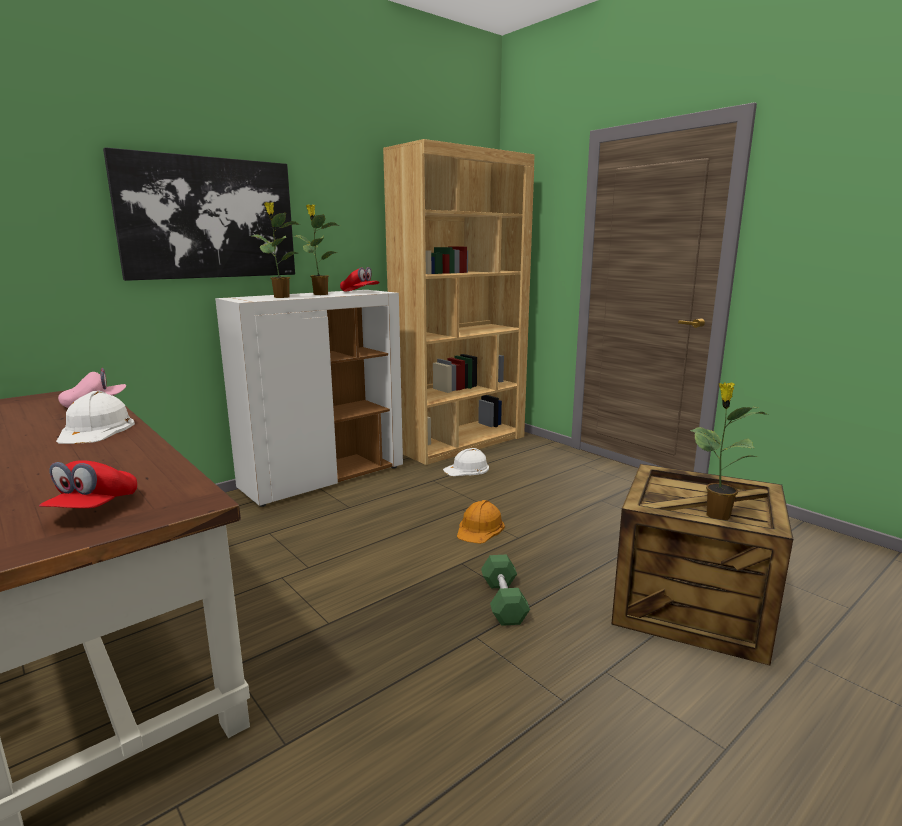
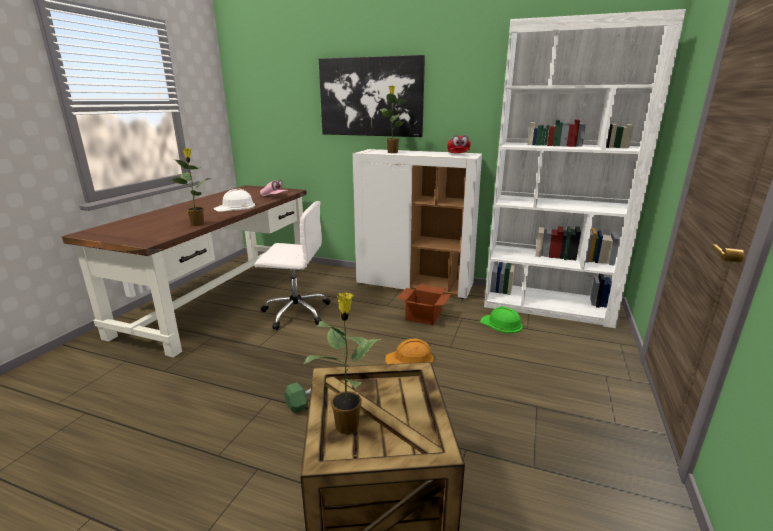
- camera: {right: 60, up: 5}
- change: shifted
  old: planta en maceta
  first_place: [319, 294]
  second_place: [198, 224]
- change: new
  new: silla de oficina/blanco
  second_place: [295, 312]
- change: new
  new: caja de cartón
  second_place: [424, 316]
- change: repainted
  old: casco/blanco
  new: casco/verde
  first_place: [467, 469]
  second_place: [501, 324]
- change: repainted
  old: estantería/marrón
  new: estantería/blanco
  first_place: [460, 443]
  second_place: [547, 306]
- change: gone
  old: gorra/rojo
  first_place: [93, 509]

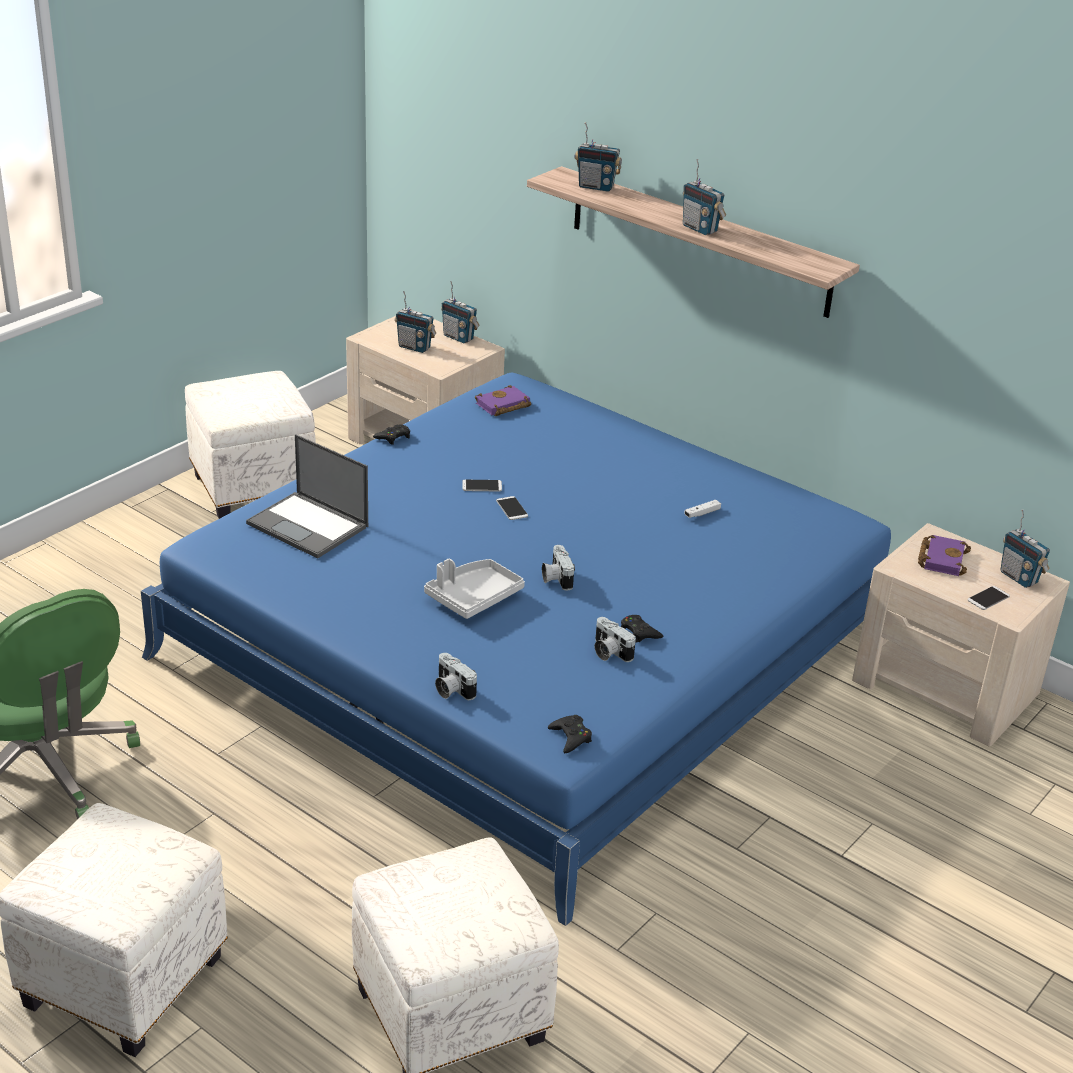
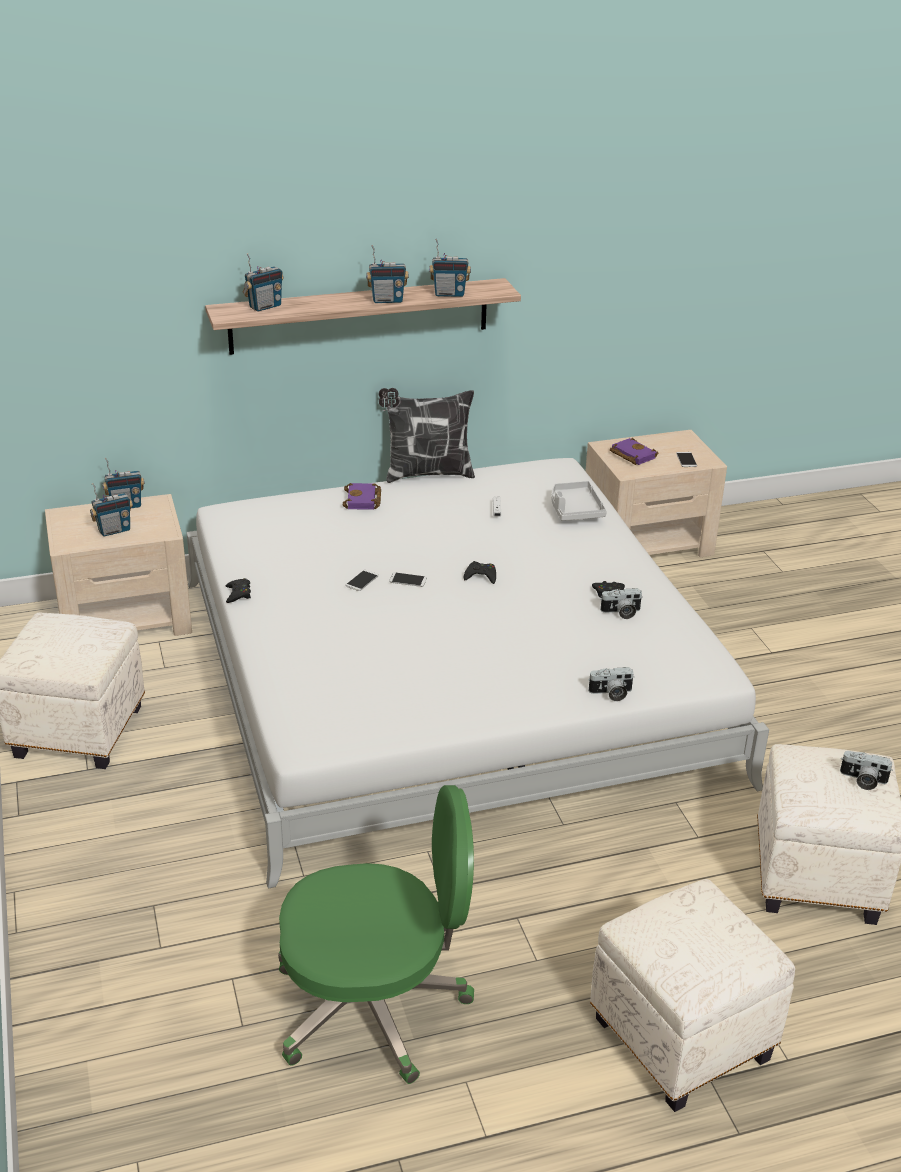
- camera: {right: -55, up: 0}
- change: repainted
  old: cama/azul
  new: cama/blanco
  first_place: [529, 642]
  second_place: [447, 678]
- change: shifted
  old: libro/morado
  first_place: [502, 406]
  second_place: [363, 500]
- change: new
  new: cojín
  second_place: [427, 474]
- change: shifted
  old: radio
  first_place: [1019, 577]
  second_place: [449, 294]
- change: shifted
  old: mando de consola/negro
  first_place: [570, 737]
  second_place: [481, 576]
- change: shifted
  old: bandeja/gris
  first_place: [473, 597]
  second_place: [574, 509]
- change: shifted
  old: cámara
  first_place: [556, 578]
  second_place: [863, 780]
- change: gone
  old: portátil
  first_place: [309, 525]

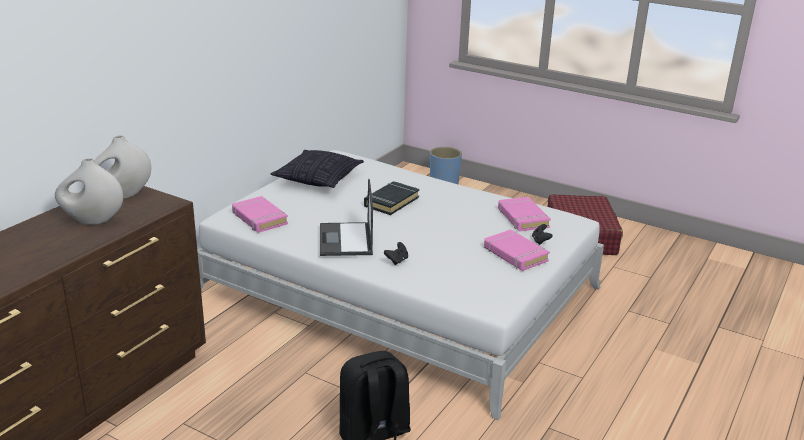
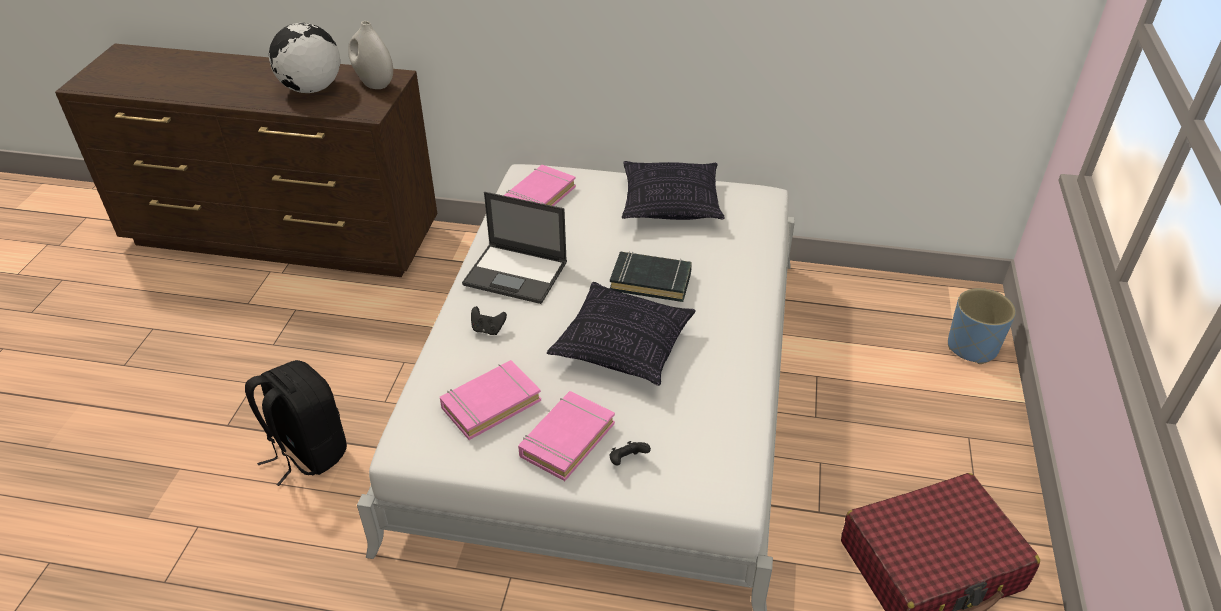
- camera: {right: 70, up: 15}
- change: swapped
  old: florero/blanco
  new: globo terráqueo
  first_place: [92, 220]
  second_place: [311, 89]
- change: shifted
  old: libro/rosa
  first_place: [522, 218]
  second_place: [490, 403]
- change: rotated
  old: portátil
  first_place: [346, 240]
  second_place: [517, 273]
  degrees: -135
- change: new
  new: cojín
  second_place: [623, 346]

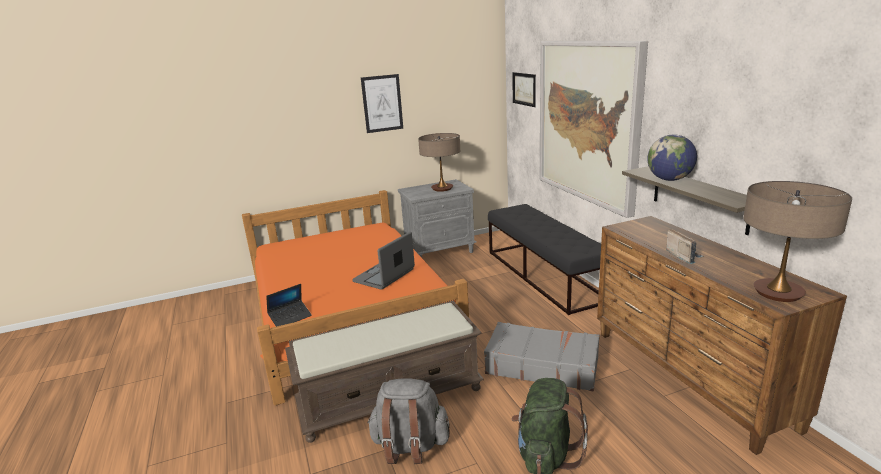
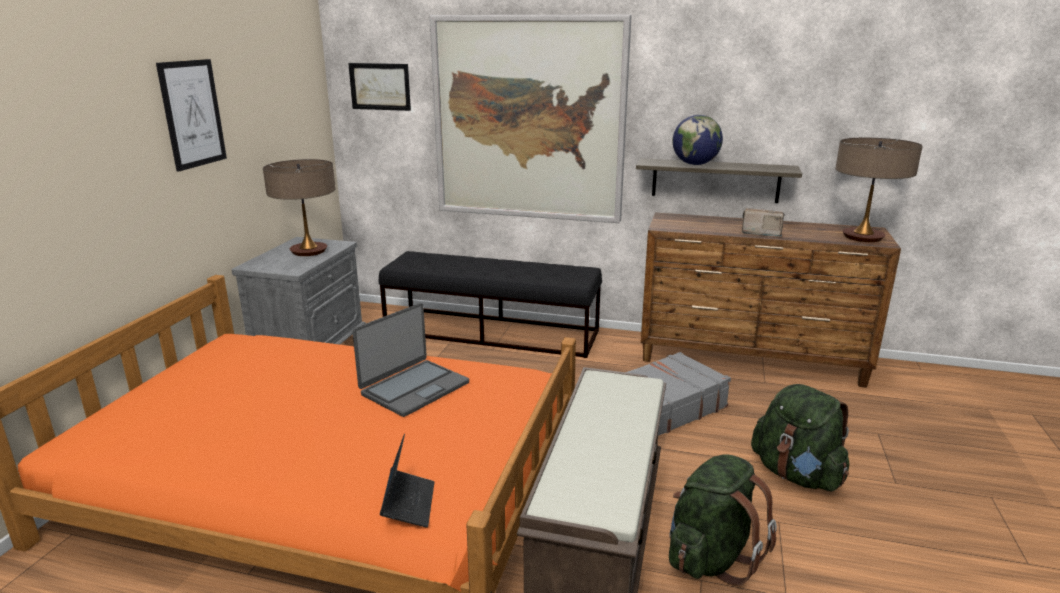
- camera: {right: -55, up: 0}
- change: rotated
  old: portátil
  first_place: [384, 276]
  second_place: [414, 388]
  degrees: -120
- change: repainted
  old: mochila/gris
  new: mochila/verde
  first_place: [410, 446]
  second_place: [711, 557]

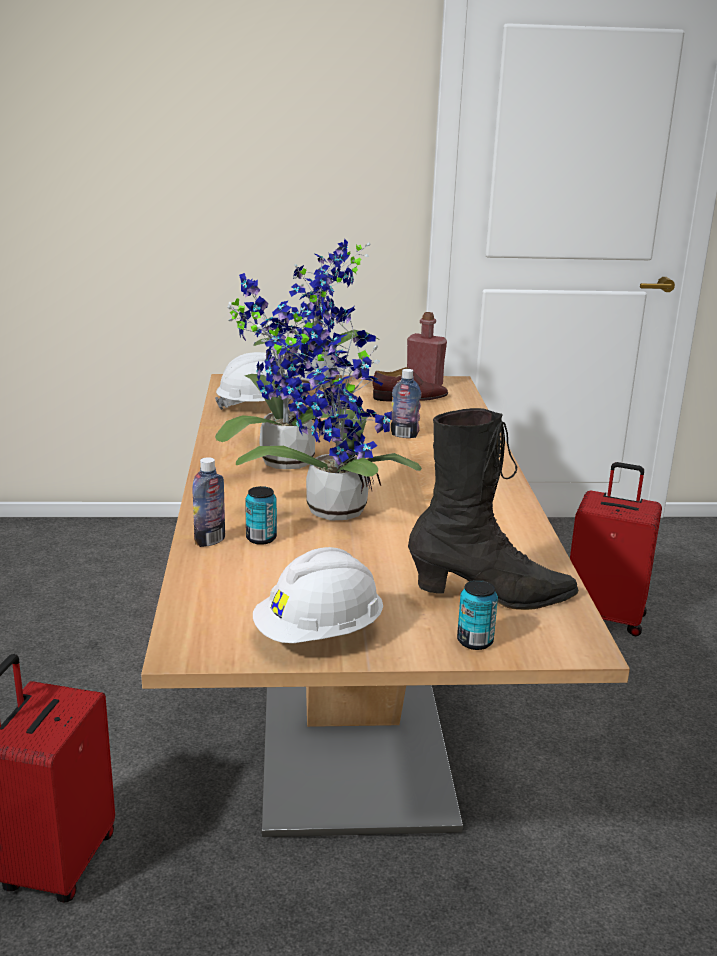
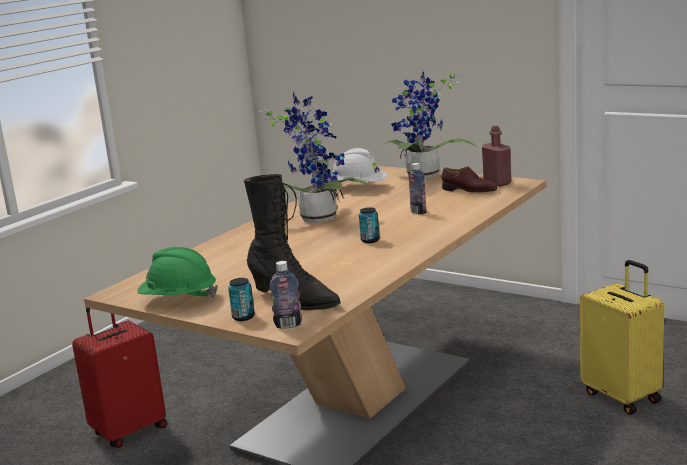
- camera: {right: 40, up: -5}
- change: repainted
  old: casco/blanco
  new: casco/verde
  first_place: [319, 635]
  second_place: [178, 299]
- change: shifted
  old: botella
  first_place: [210, 540]
  second_place: [288, 325]
- change: shifted
  old: lata
  first_place: [261, 538]
  second_place: [370, 240]
- change: repainted
  old: maleta/rojo
  new: maleta/amarillo
  first_place: [605, 616]
  second_place: [623, 396]
- change: gone
  old: planta en maceta
  first_place: [335, 506]

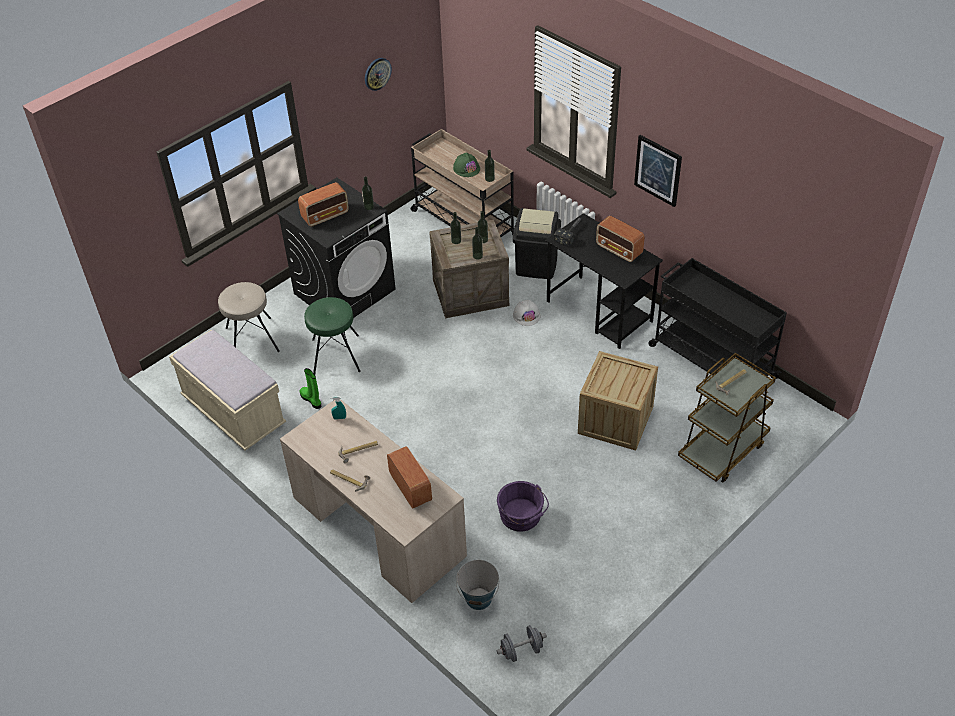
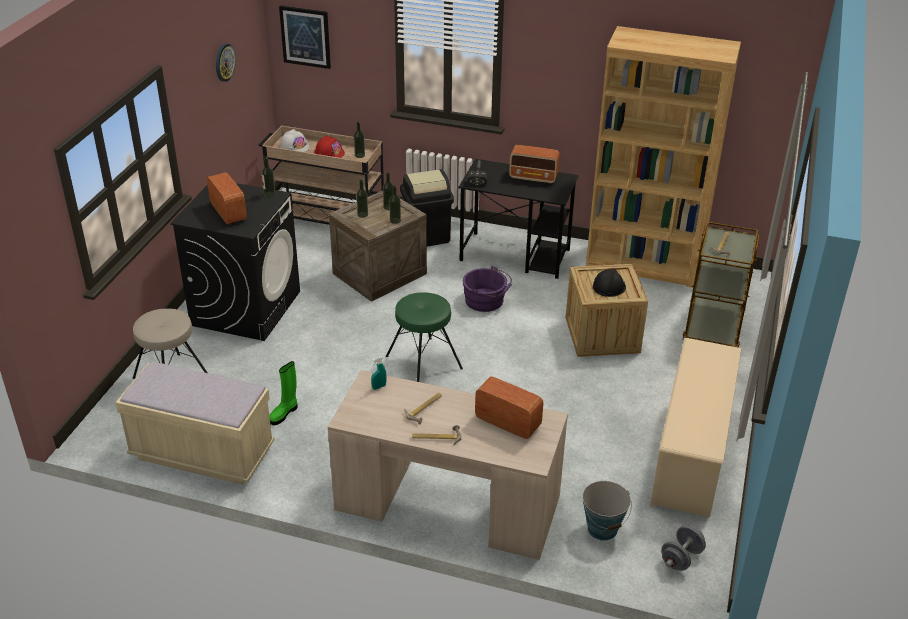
- camera: {right: -30, up: -10}
- change: rotated
  old: radio
  first_place: [325, 215]
  second_place: [228, 212]
  degrees: -60
- change: rotated
  old: bota/verde
  first_place: [311, 400]
  second_place: [284, 413]
  degrees: -75
- change: shifted
  old: cuadro
  first_place: [658, 170]
  second_place: [305, 36]
- change: shifted
  old: casco/blanco
  first_place: [526, 315]
  second_place: [294, 146]
- change: repainted
  old: casco/verde
  new: casco/rojo
  first_place: [466, 168]
  second_place: [329, 152]
- change: shifted
  old: taburete/verde
  first_place: [335, 355]
  second_place: [423, 362]
- change: shifted
  old: cubo/morado
  first_place: [522, 516]
  second_place: [486, 301]
- change: swapped
  old: carrito/negro
  new: estantería/marrón
  first_place: [710, 361]
  second_place: [644, 265]
- change: new
  new: casco/negro
  second_place: [609, 287]
- change: new
  new: zapatero/beis
  second_place: [691, 454]

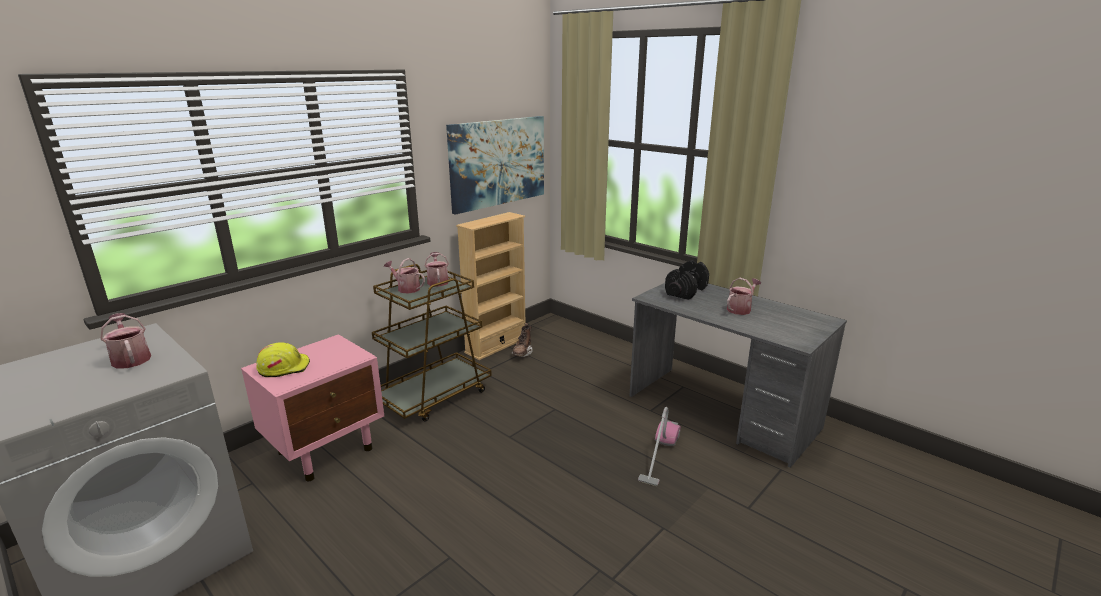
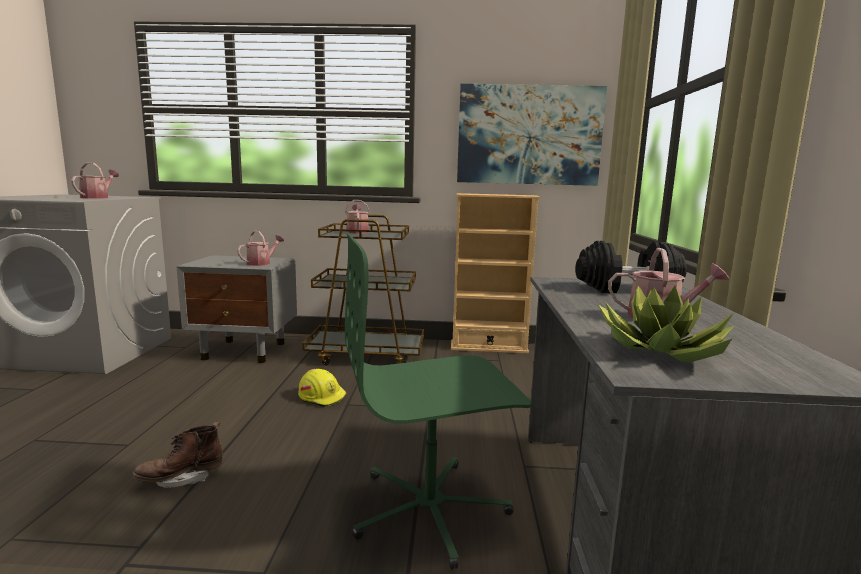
- camera: {right: 50, up: -10}
- change: shifted
  old: bota/marrón
  first_place: [522, 353]
  second_place: [181, 478]
- change: repainted
  old: mesita de noche/rosa
  new: mesita de noche/gris
  first_place: [327, 450]
  second_place: [246, 351]
- change: shifted
  old: regadera
  first_place: [437, 281]
  second_place: [261, 263]
- change: shifted
  old: casco/amarillo
  first_place: [284, 367]
  second_place: [322, 397]
- change: swapped
  old: aspiradora
  new: silla de oficina/verde
  first_place: [659, 456]
  second_place: [430, 509]
- change: new
  new: planta en maceta
  second_place: [661, 351]

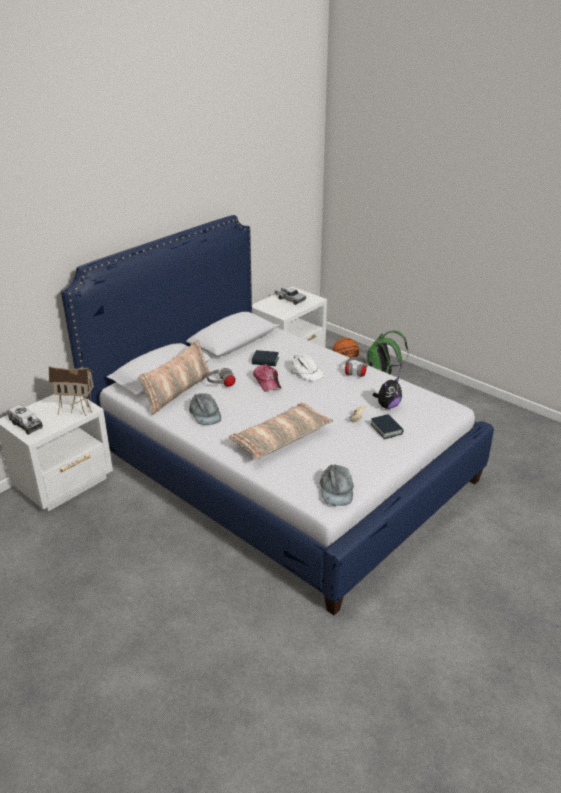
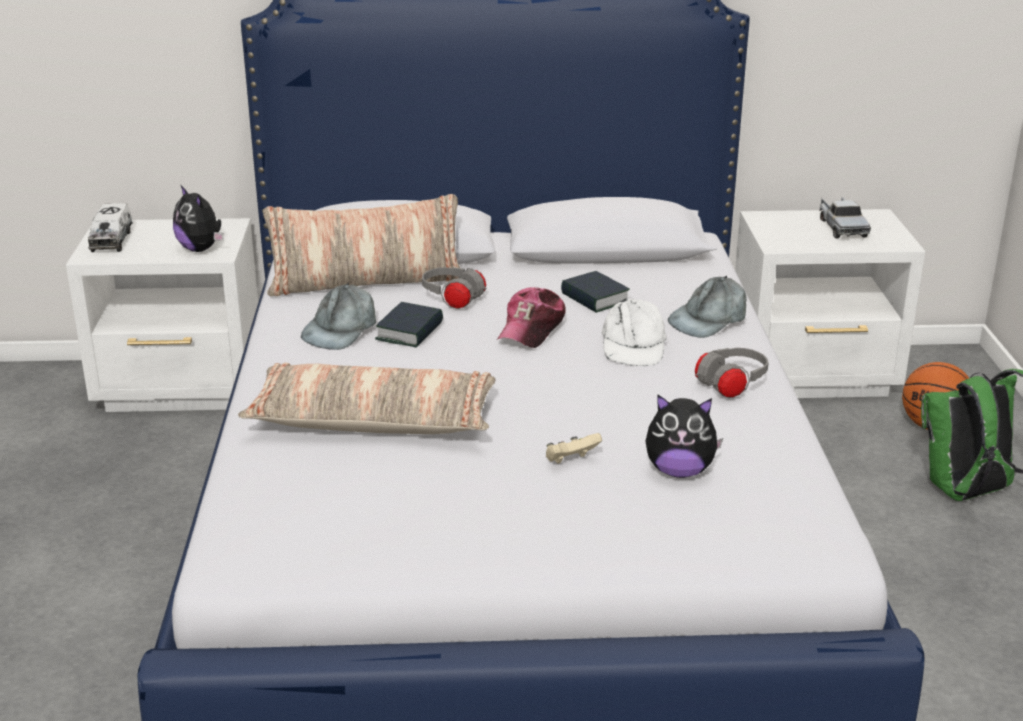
- camera: {right: 45, up: -5}
- change: swapped
  old: casita
  new: peluche
  first_place: [77, 410]
  second_place: [201, 249]
- change: shifted
  old: libro
  first_place: [386, 429]
  second_place: [410, 331]
- change: shifted
  old: gorra/gris
  first_place: [336, 490]
  second_place: [709, 319]

